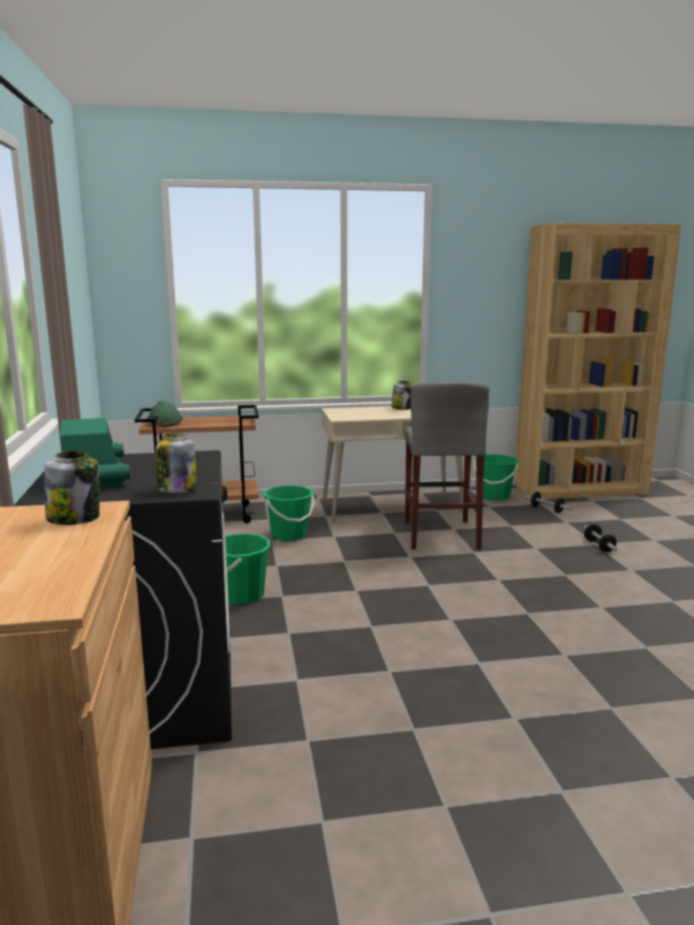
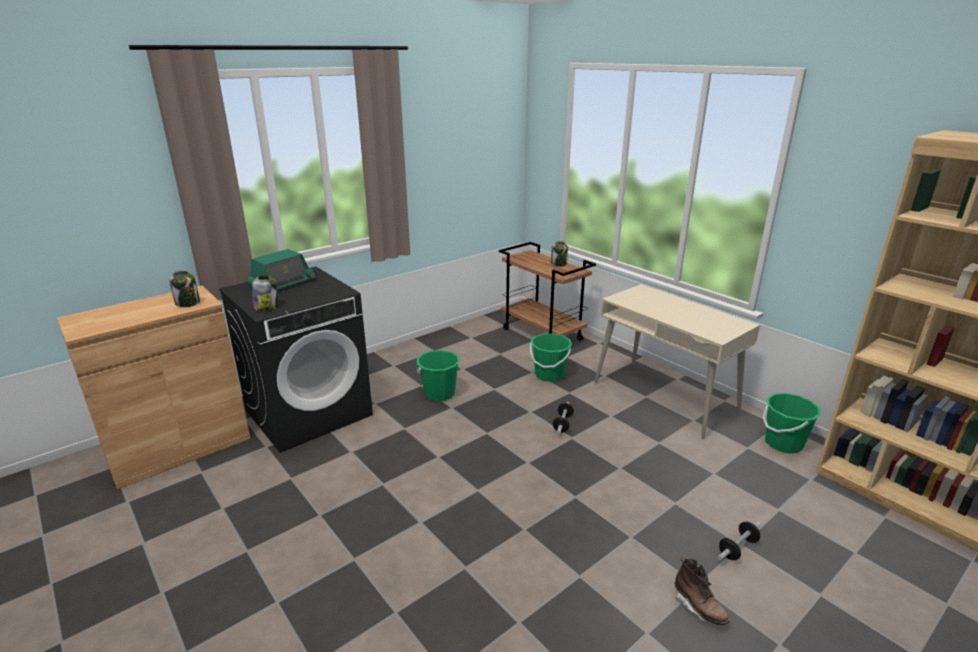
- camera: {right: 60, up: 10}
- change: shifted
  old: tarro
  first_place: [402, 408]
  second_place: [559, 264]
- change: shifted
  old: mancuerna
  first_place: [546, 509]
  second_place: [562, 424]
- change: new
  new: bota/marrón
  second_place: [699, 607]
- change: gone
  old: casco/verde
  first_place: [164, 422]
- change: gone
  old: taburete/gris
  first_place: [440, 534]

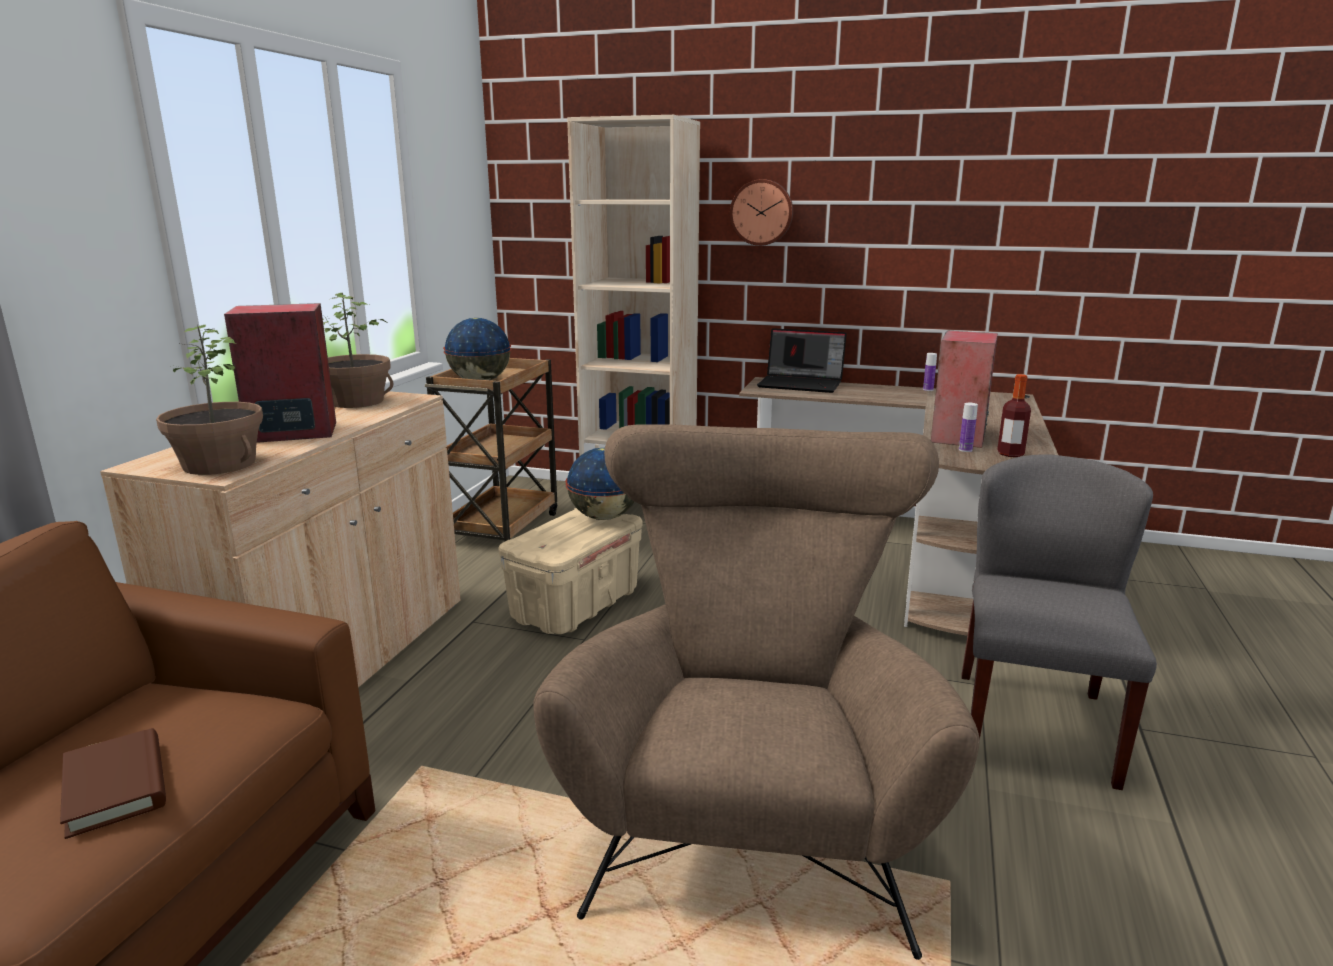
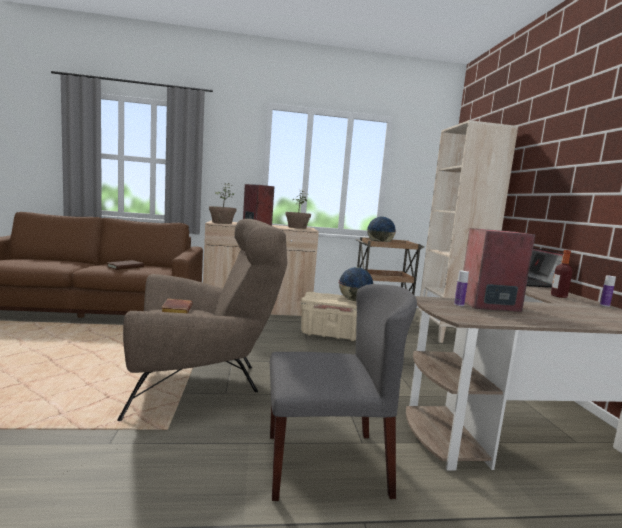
- camera: {right: 65, up: -10}
- change: new
  new: libro/marrón
  second_place: [176, 310]
- change: shifted
  old: botella
  first_place: [1010, 454]
  second_place: [558, 296]
- change: gone
  old: reloj de pared
  first_place: [762, 212]

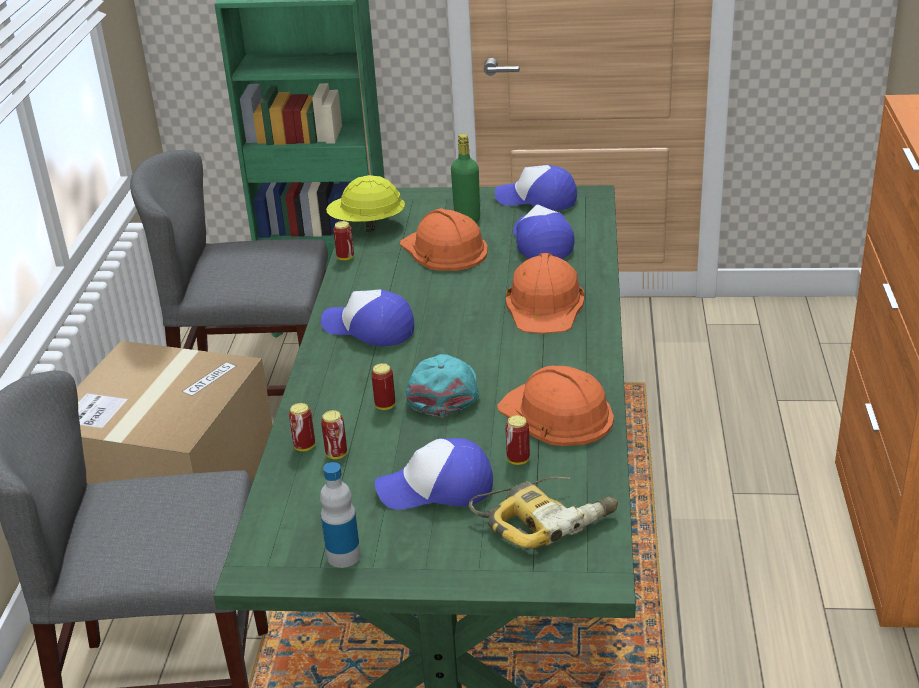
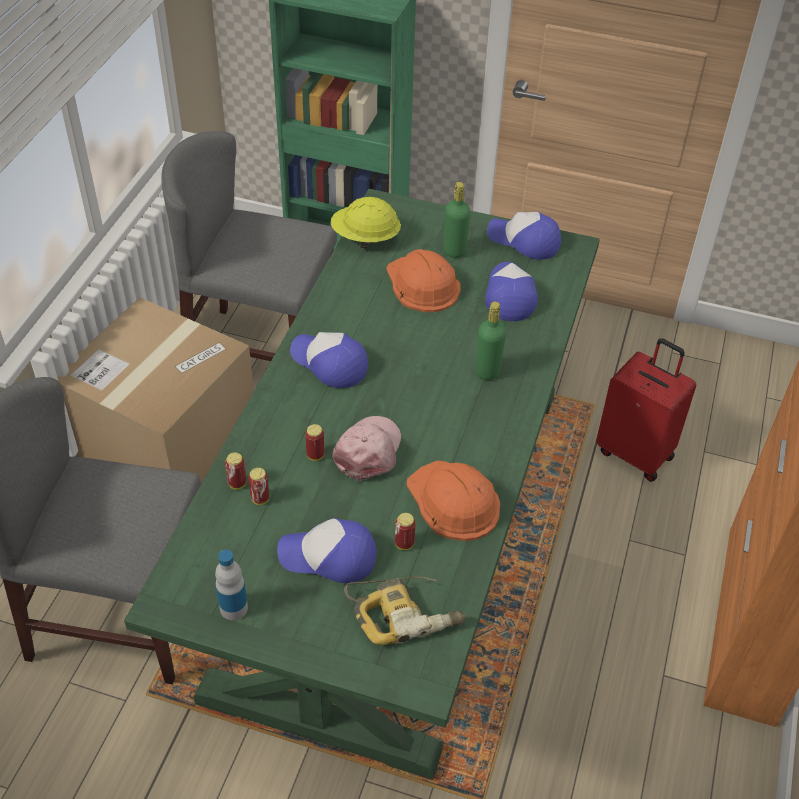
- camera: {right: 10, up: 15}
- change: repainted
  old: gorra/turquesa
  new: gorra/rosa
  first_place: [443, 391]
  second_place: [368, 451]
- change: swapped
  old: casco/naranja
  new: botella/verde
  first_place: [545, 304]
  second_place: [487, 372]
- change: new
  new: maleta/rojo
  second_place: [636, 453]
- change: gone
  old: lata
  first_place: [345, 258]

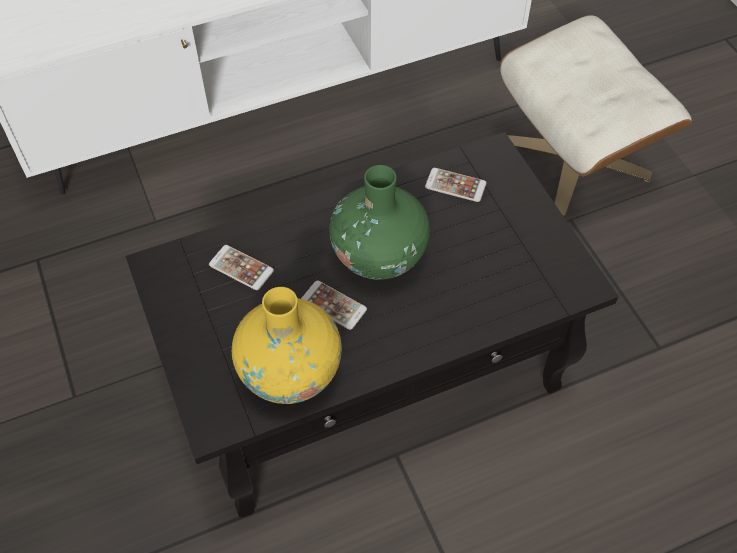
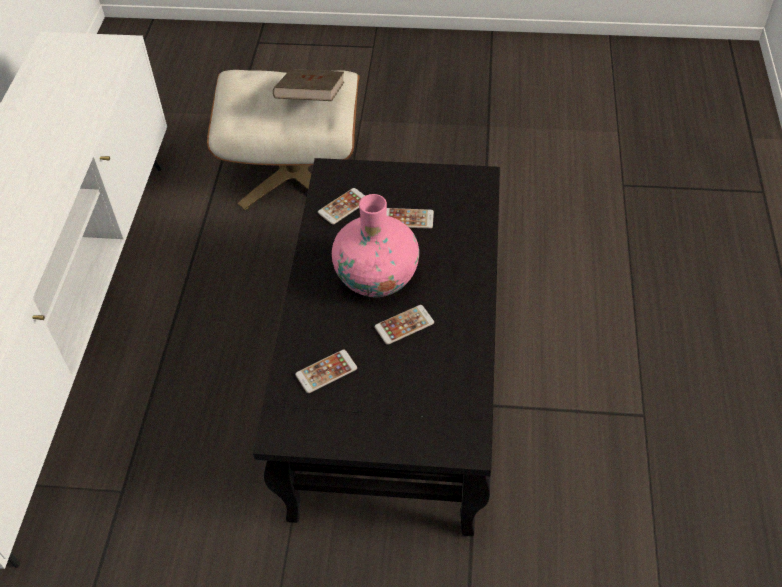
- camera: {right: -60, up: -5}
- change: new
  new: libro/marrón
  second_place: [311, 100]
- change: repainted
  old: florero/verde
  new: florero/rosa
  first_place: [379, 255]
  second_place: [377, 278]
- change: new
  new: móvil
  second_place: [408, 219]
- change: gone
  old: florero/amarillo
  first_place: [290, 372]

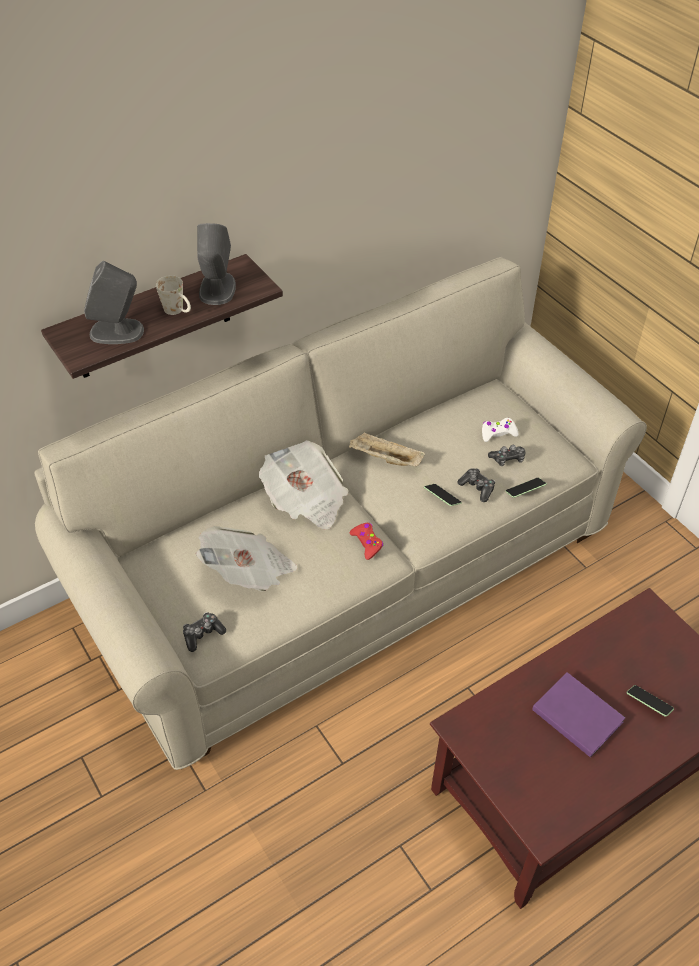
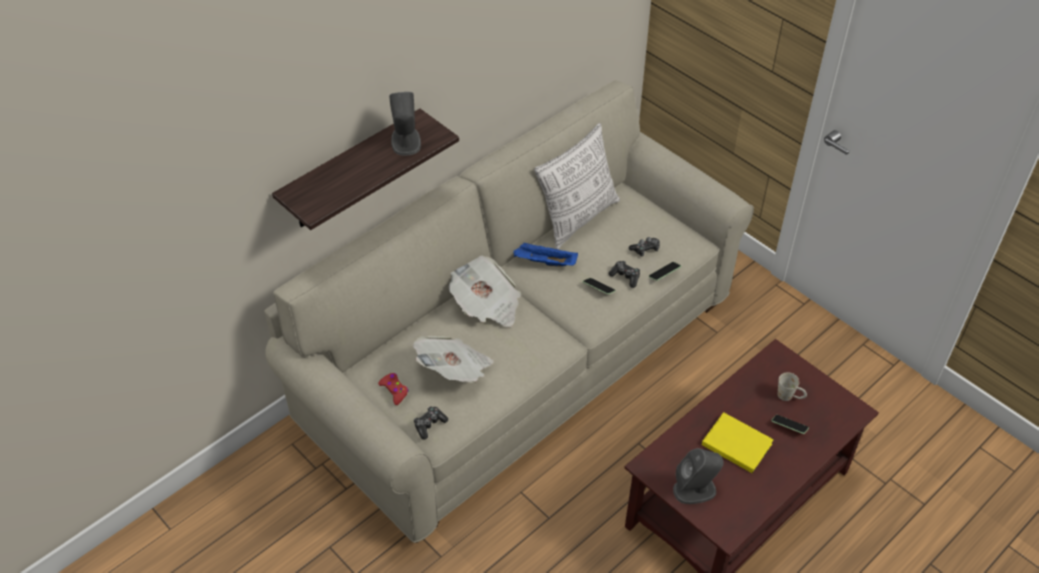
- camera: {right: -10, up: 0}
- change: shifted
  old: mando de consola/rojo
  first_place: [367, 543]
  second_place: [394, 390]
- change: repainted
  old: bandeja/beis
  new: bandeja/azul
  first_place: [384, 458]
  second_place: [543, 262]
- change: new
  new: cojín
  second_place: [578, 218]
- change: shifted
  old: altavoz/gris
  first_place: [117, 332]
  second_place: [695, 490]
- change: repainted
  old: libro/morado
  new: libro/amarillo
  first_place: [576, 713]
  second_place: [736, 442]
- change: shifted
  old: taza grande/blanco
  first_place: [178, 311]
  second_place: [789, 397]
- change: gone
  old: mando de consola/blanco
  first_place: [498, 433]

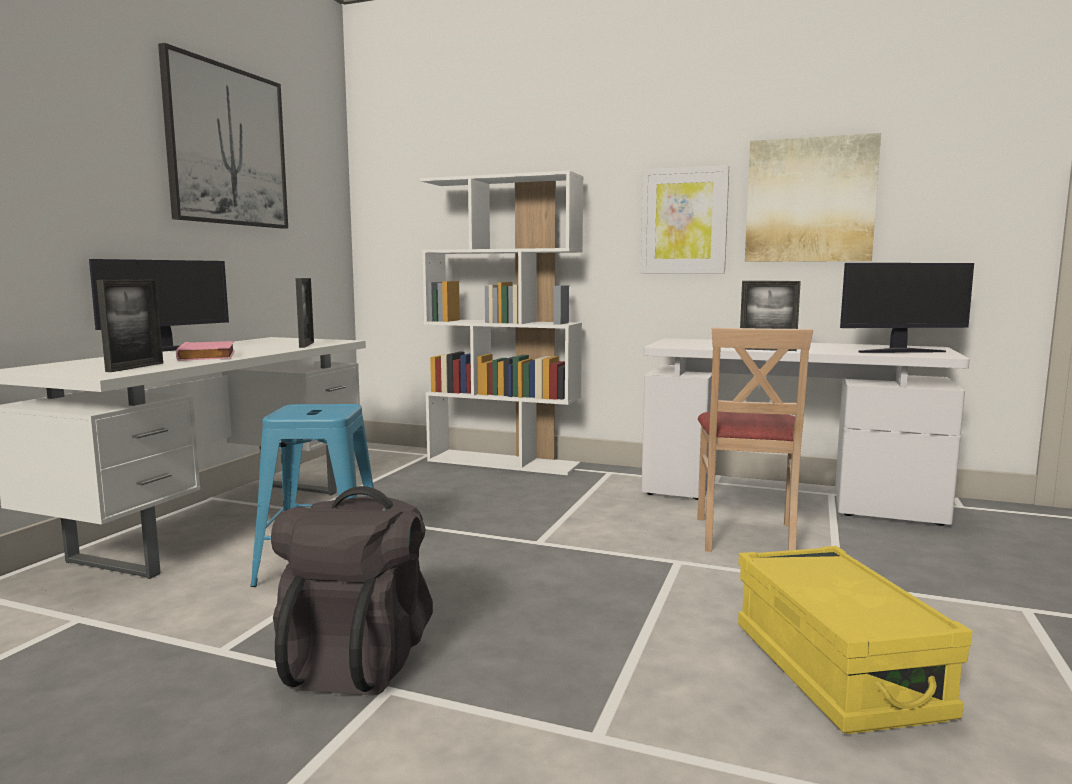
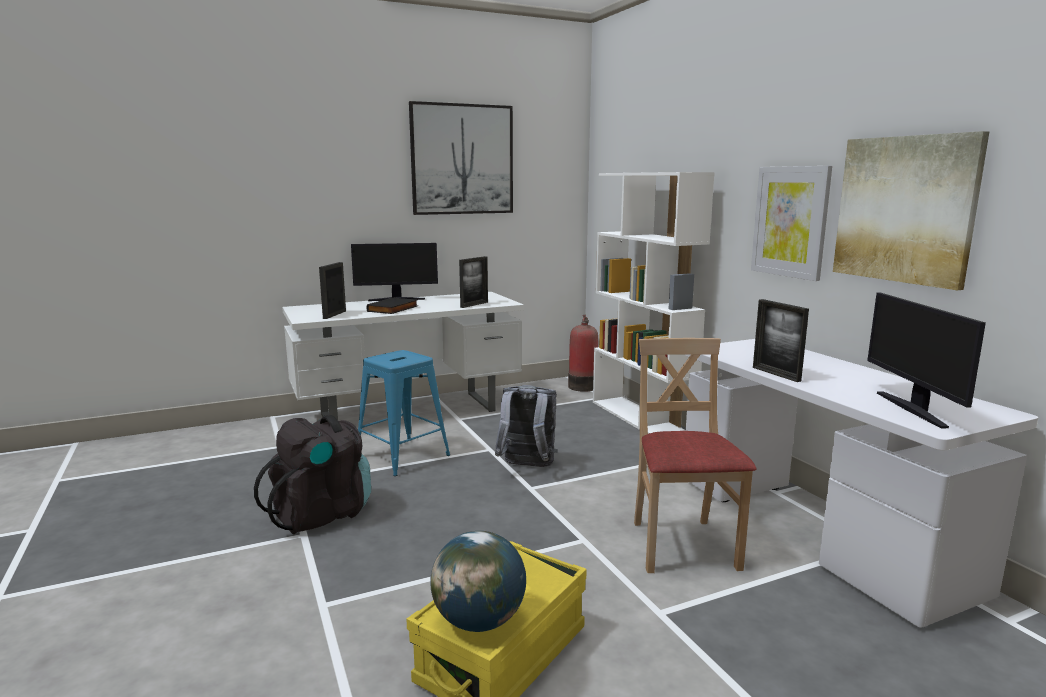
- camera: {right: 45, up: 5}
- change: rotated
  old: portarretratos
  first_place: [135, 367]
  second_place: [334, 315]
  degrees: 135
- change: repainted
  old: libro/rosa
  new: libro/negro
  first_place: [209, 356]
  second_place: [393, 309]
- change: new
  new: globo terráqueo
  second_place: [479, 621]
- change: new
  new: mochila/gris
  second_place: [527, 467]
- change: new
  new: extintor
  second_place: [583, 386]
- change: rotated
  old: silla/beis
  first_place: [746, 536]
  second_place: [682, 545]
  degrees: 120
- change: rotated
  old: monitor
  first_place: [900, 351]
  second_place: [913, 409]
  degrees: 45

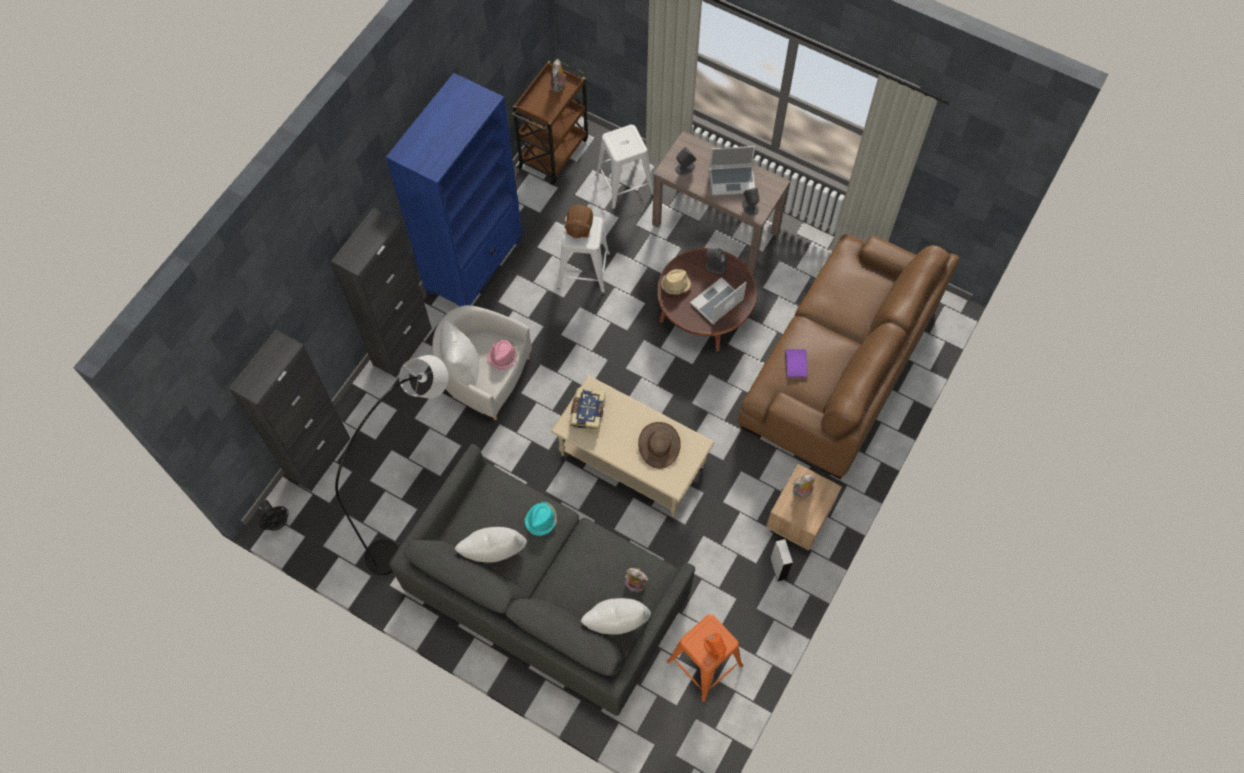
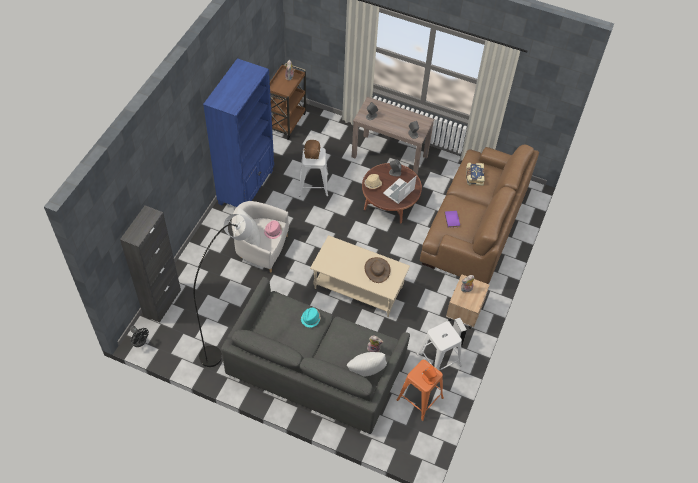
- camera: {right: -10, up: -10}
- change: shifted
  old: taburete/blanco
  first_place: [624, 184]
  second_place: [438, 360]
- change: shifted
  old: libro
  first_place: [587, 413]
  second_place: [474, 177]
- change: gone
  old: armario/negro
  first_place: [402, 346]
- change: gone
  old: cojín/blanco
  first_place: [495, 555]
- change: gone
  old: portátil
  first_place: [732, 180]

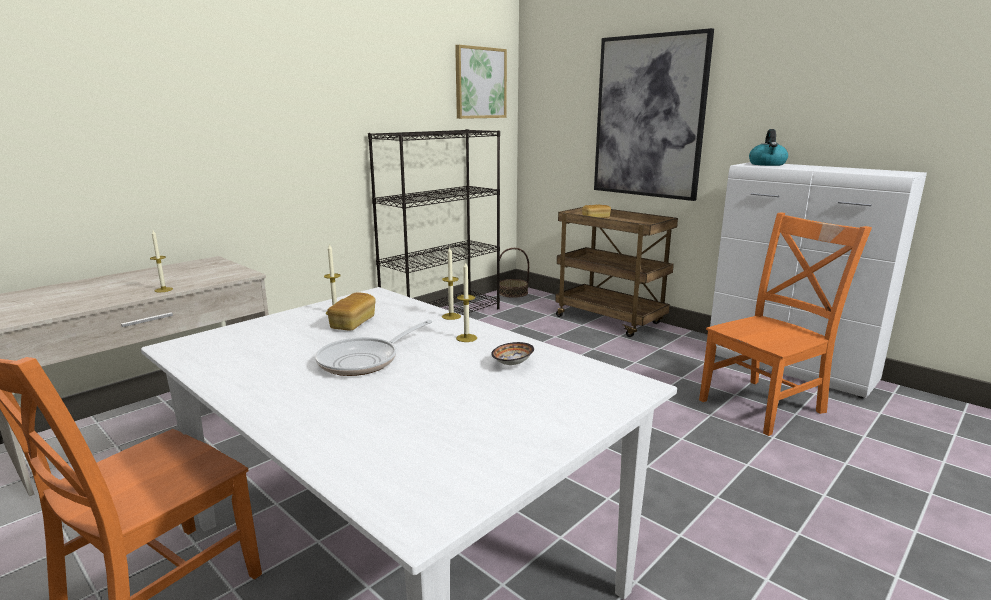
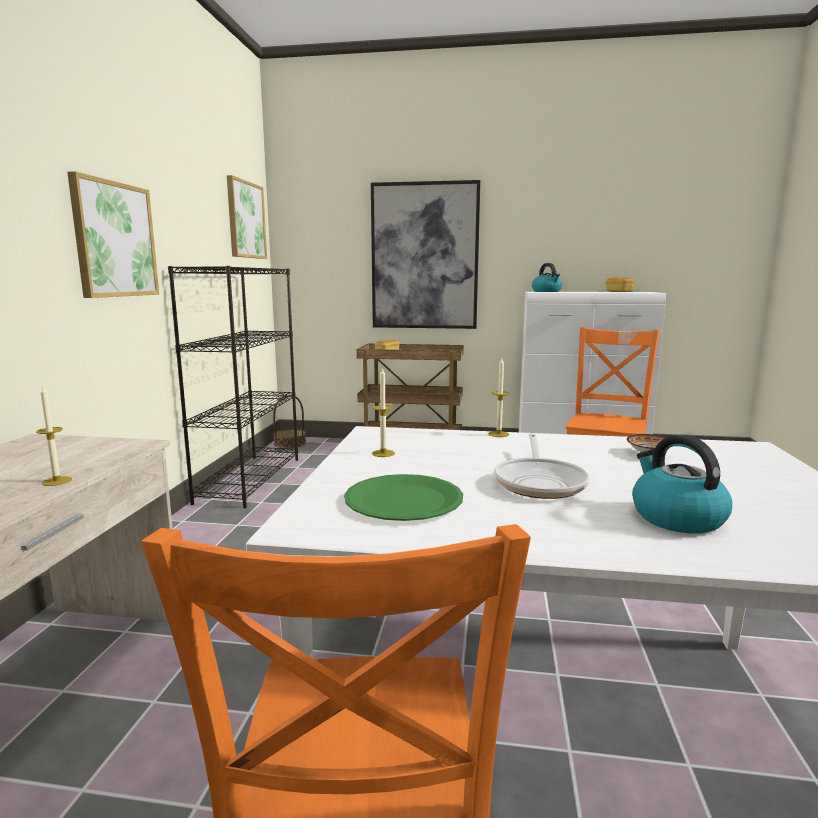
- camera: {right: -35, up: -5}
- change: new
  new: cuadro
  second_place: [114, 240]
- change: new
  new: plato/verde
  second_place: [404, 501]
- change: shifted
  old: pan
  first_place: [353, 323]
  second_place: [619, 292]
- change: new
  new: hervidor
  second_place: [676, 517]
- change: gone
  old: vela
  first_place: [466, 338]

